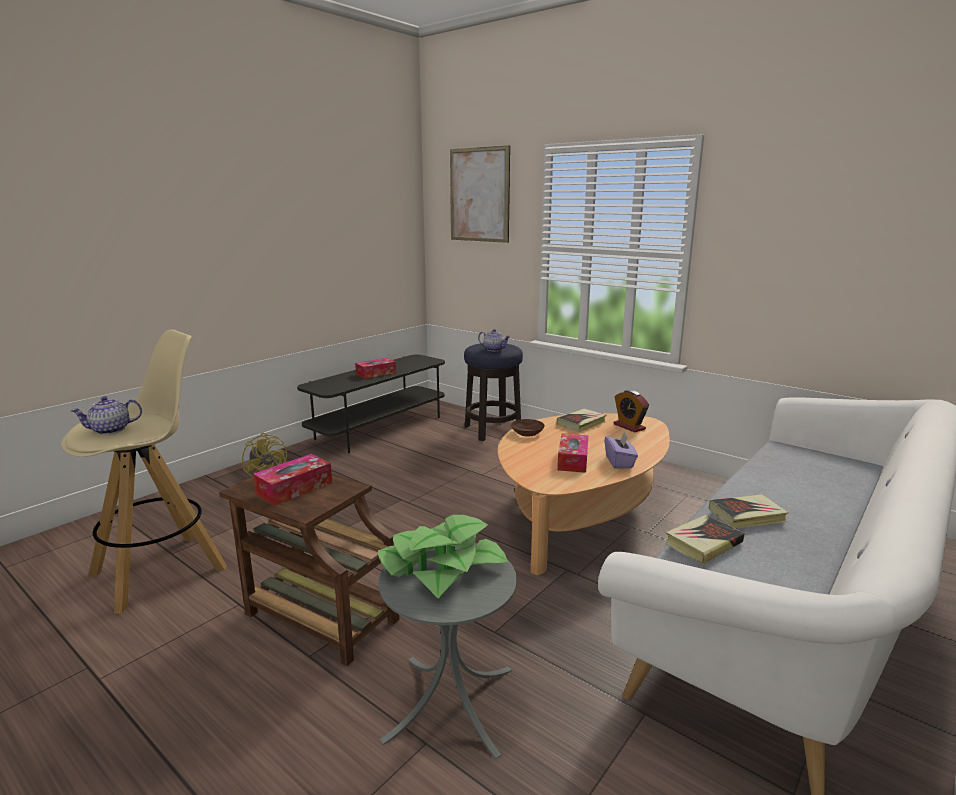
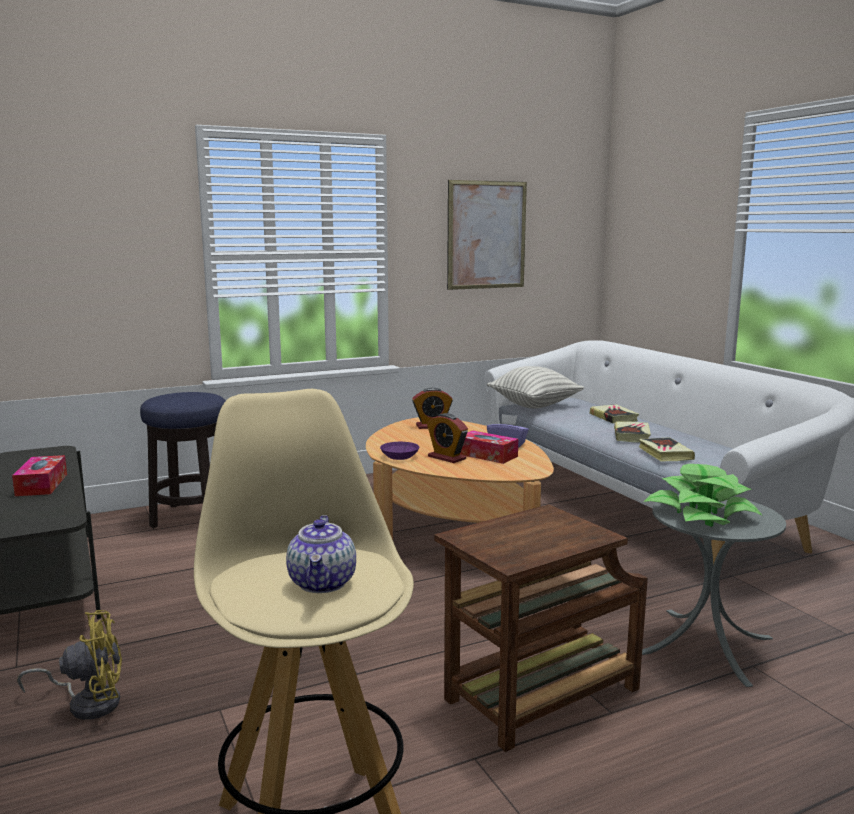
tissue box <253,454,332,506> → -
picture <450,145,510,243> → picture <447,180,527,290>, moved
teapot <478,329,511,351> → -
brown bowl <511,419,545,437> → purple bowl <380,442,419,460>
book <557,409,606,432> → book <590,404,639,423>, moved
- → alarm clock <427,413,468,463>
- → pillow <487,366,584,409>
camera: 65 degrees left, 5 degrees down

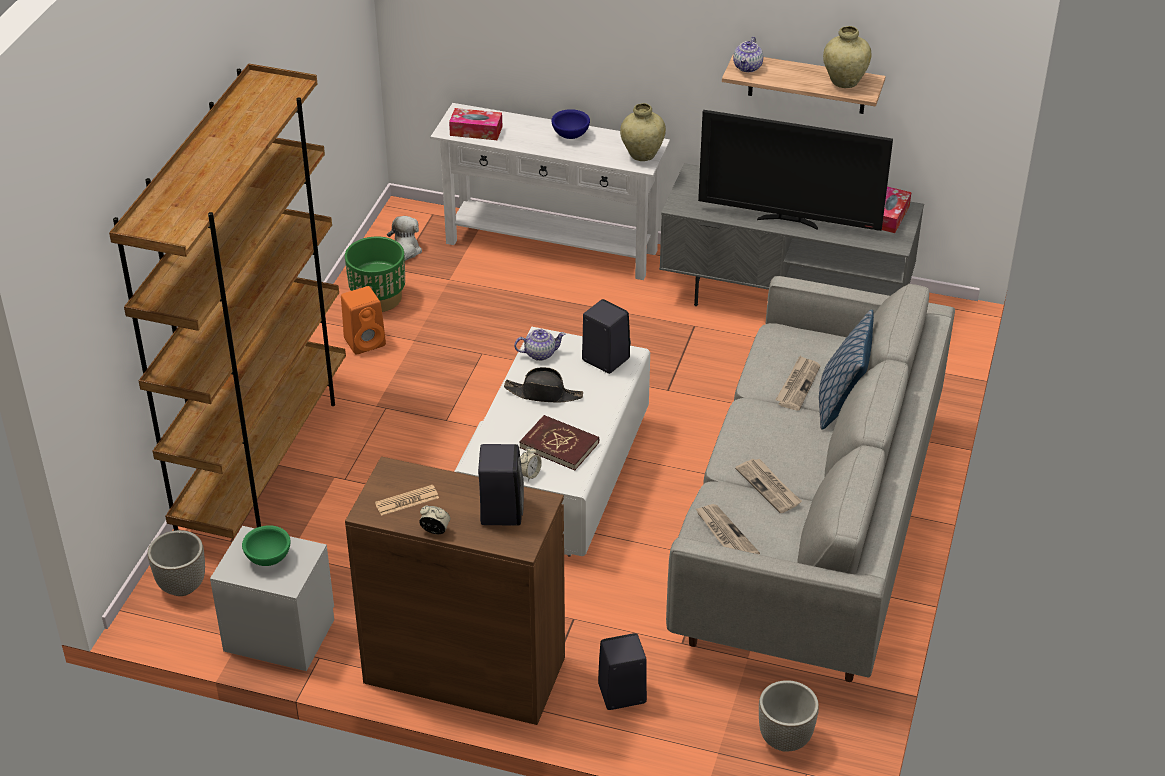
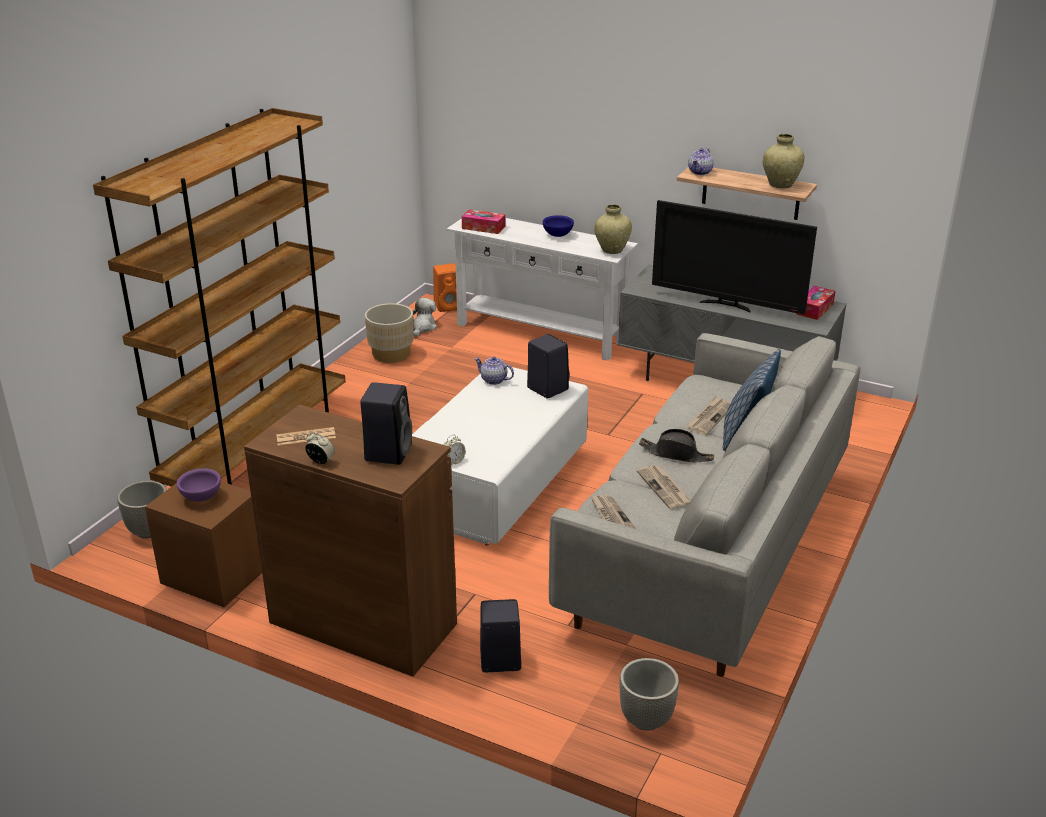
grey nightstand <210,526,334,671> → brown nightstand <145,482,262,607>
green bowl <242,525,290,566> → purple bowl <176,468,221,502>
orange speaker <341,286,386,355> → orange speaker <433,263,457,312>, moved
green planter <345,237,405,312> → beige planter <365,303,414,363>
black hat <504,367,583,403> → black hat <639,429,714,462>, moved
teapot <514,329,566,361> → teapot <474,356,514,385>, 150 degrees counterclockwise
red book <519,415,599,470> → -
camera: 10 degrees right, 10 degrees down

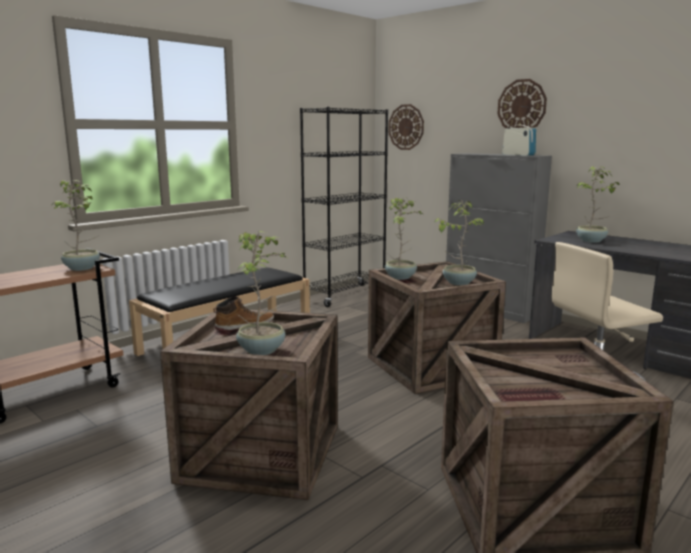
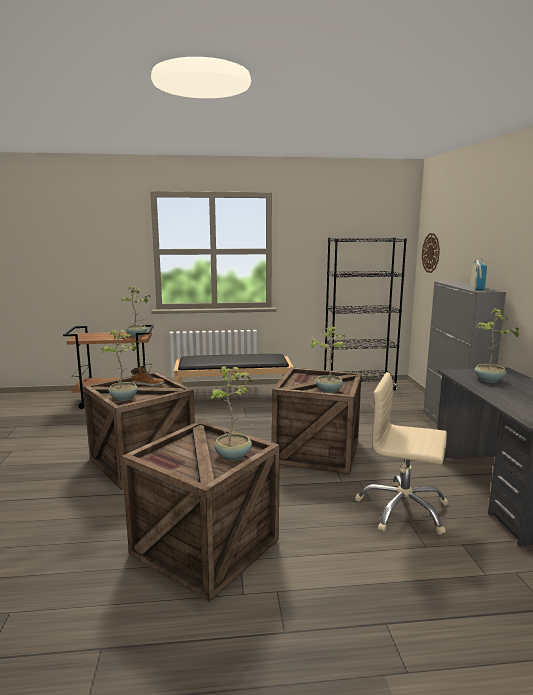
potted plant <385,197,423,280> → potted plant <208,366,253,461>, moved
wall clock <497,79,547,128> → -
camera: 40 degrees right, 0 degrees up

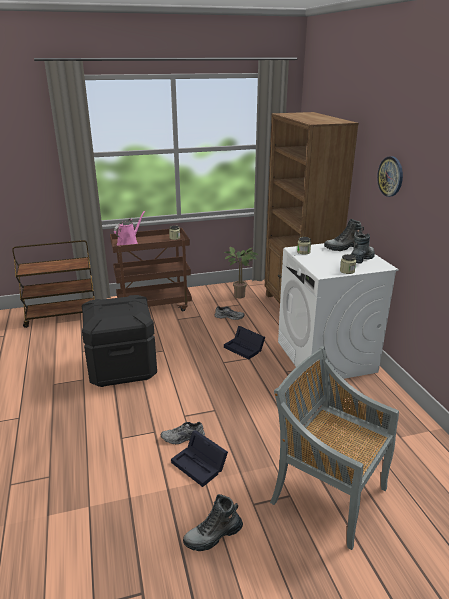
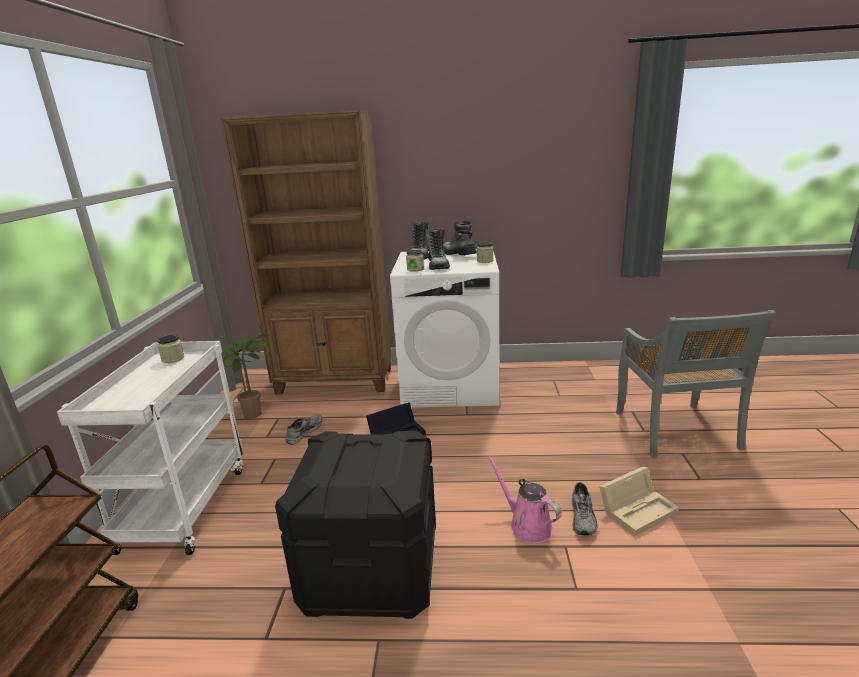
brown cart <110,228,192,311> → white cart <57,341,243,555>
pink watering can <114,211,145,246> → pink watering can <487,456,562,544>, moved
black storage box <171,430,228,487> → beige storage box <599,467,679,536>
boot <183,494,243,551> → boot <425,228,450,270>, moved
grey chair <270,346,399,550> → grey chair <616,310,776,458>, 60 degrees counterclockwise
wall clock <377,156,403,197> → -
camera: 70 degrees left, 5 degrees down

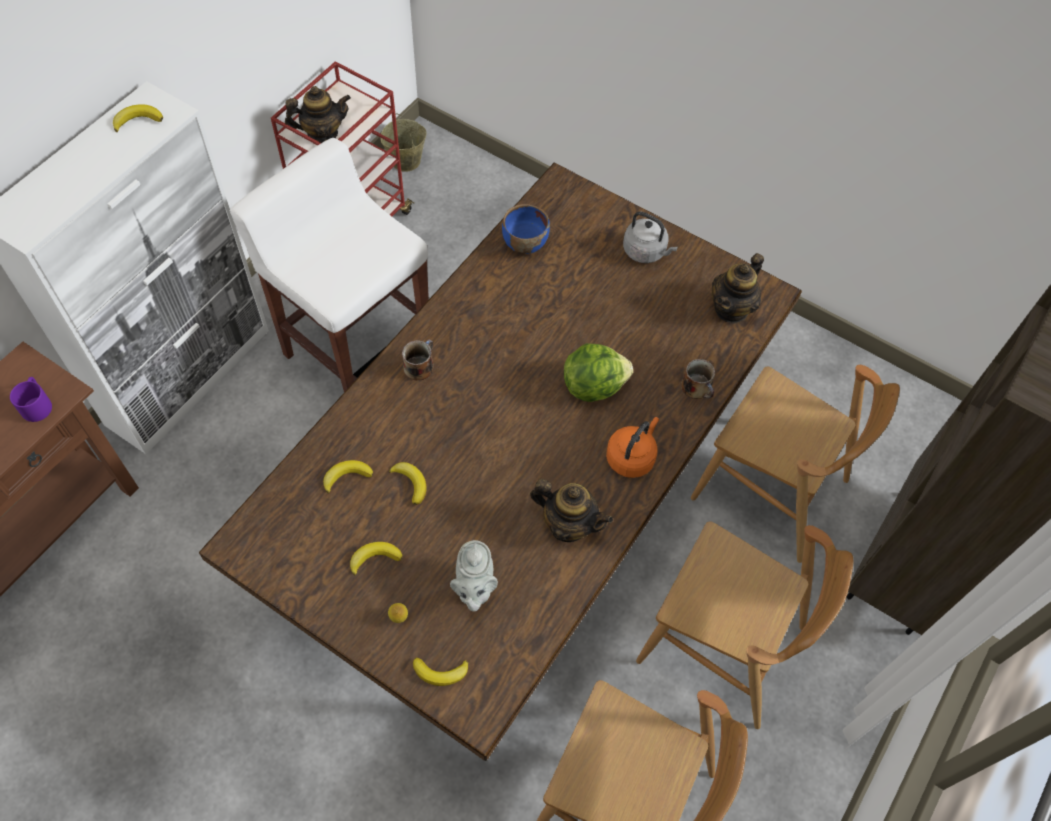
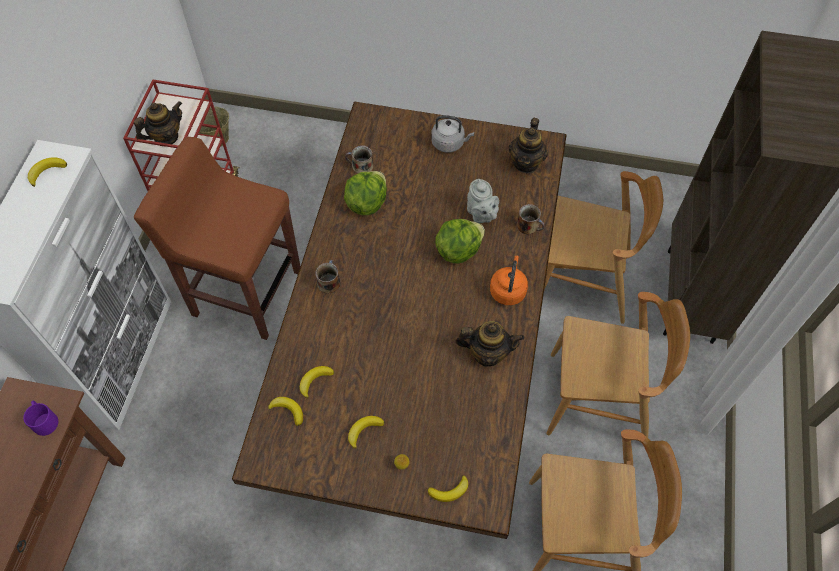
white stool <230,138,429,392> → brown stool <134,137,301,340>
banana <389,462,427,505> → banana <268,397,303,426>, moved
grey teapot <450,540,498,612> → grey teapot <467,179,499,223>, moved
blue bowl <502,204,550,254> → mug <345,145,373,174>
- → lettuce <344,171,387,215>
camera: 20 degrees left, 0 degrees up

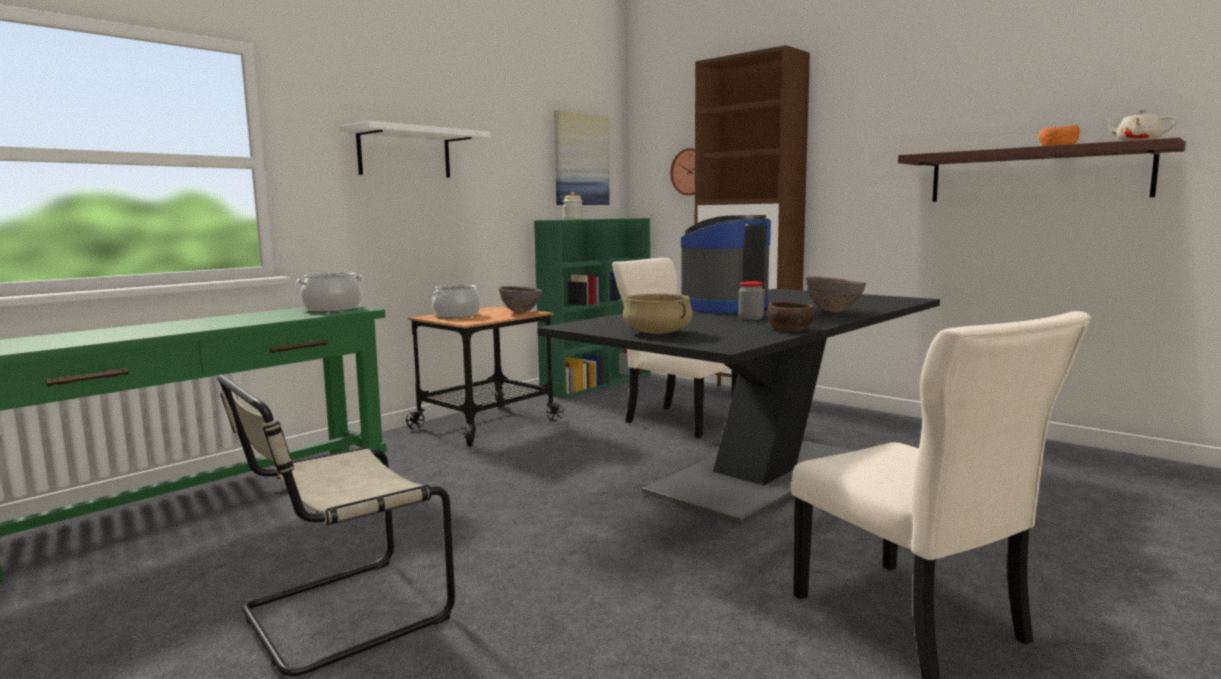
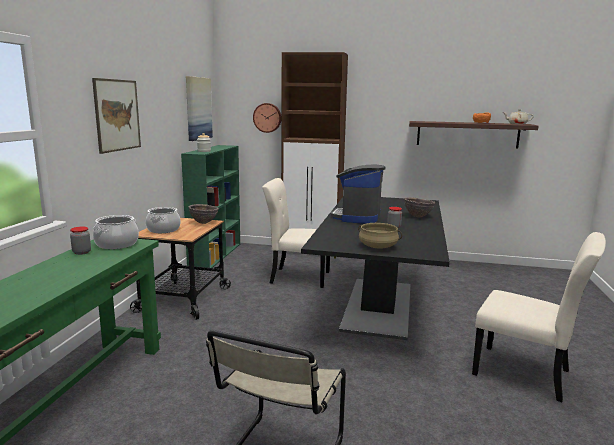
white shelf <339,121,491,178> → picture <92,78,141,154>
brown bowl <767,301,815,331> → -
- → jar <70,227,91,255>
camera: 30 degrees left, 5 degrees up

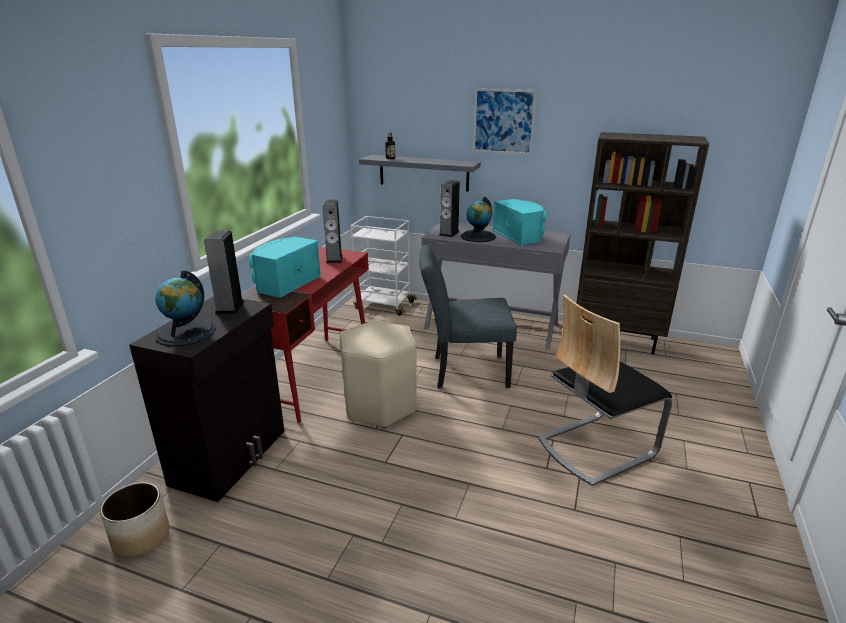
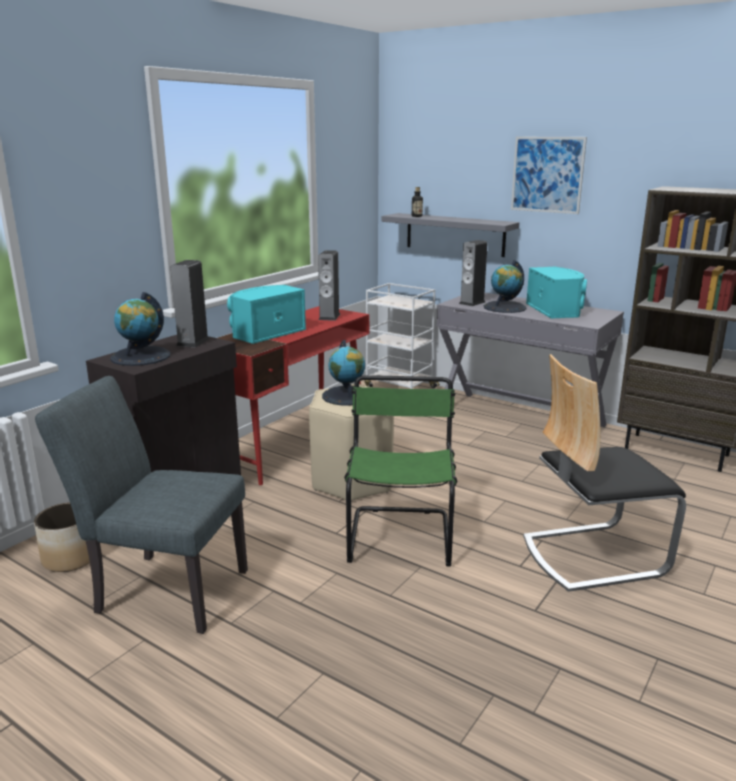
grey chair <419,245,517,388> → grey chair <35,376,248,634>, moved
- → globe <322,340,365,406>
- → green chair <344,375,457,567>
camera: 15 degrees right, 5 degrees down

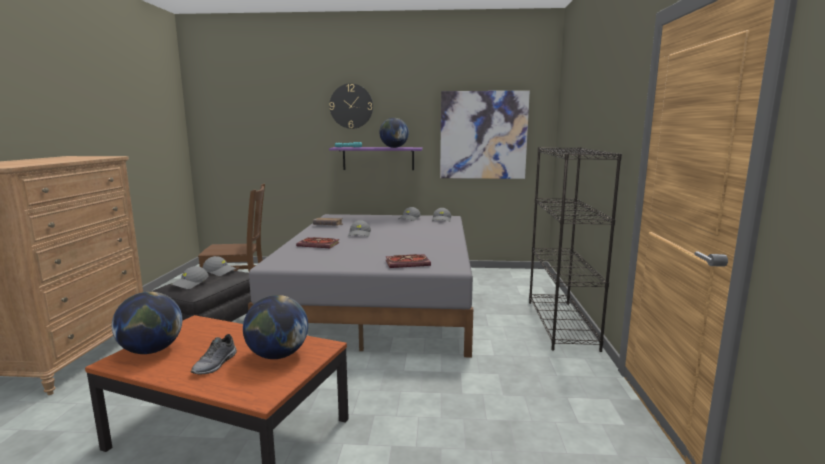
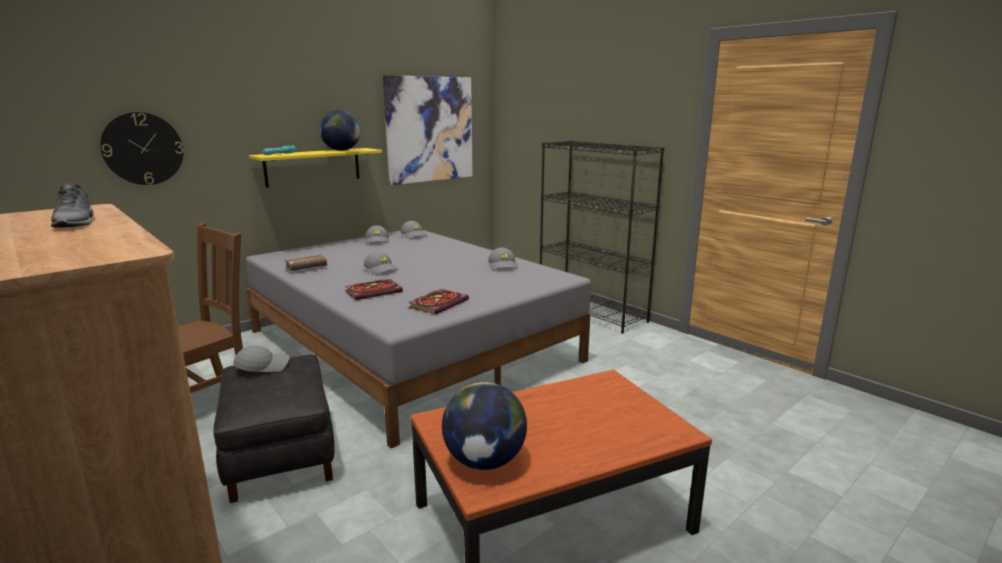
grey cap <171,266,209,289> → grey cap <488,248,518,270>, moved
grey shoe <191,334,237,374> → grey shoe <51,183,94,228>, moved
globe <243,295,308,359> → -
wall clock <329,83,373,129> → wall clock <100,112,183,185>, moved
purple shelf <329,147,423,170> → yellow shelf <249,148,382,188>
book <386,254,431,268> → book <408,289,469,314>, moved
camera: 45 degrees left, 5 degrees up

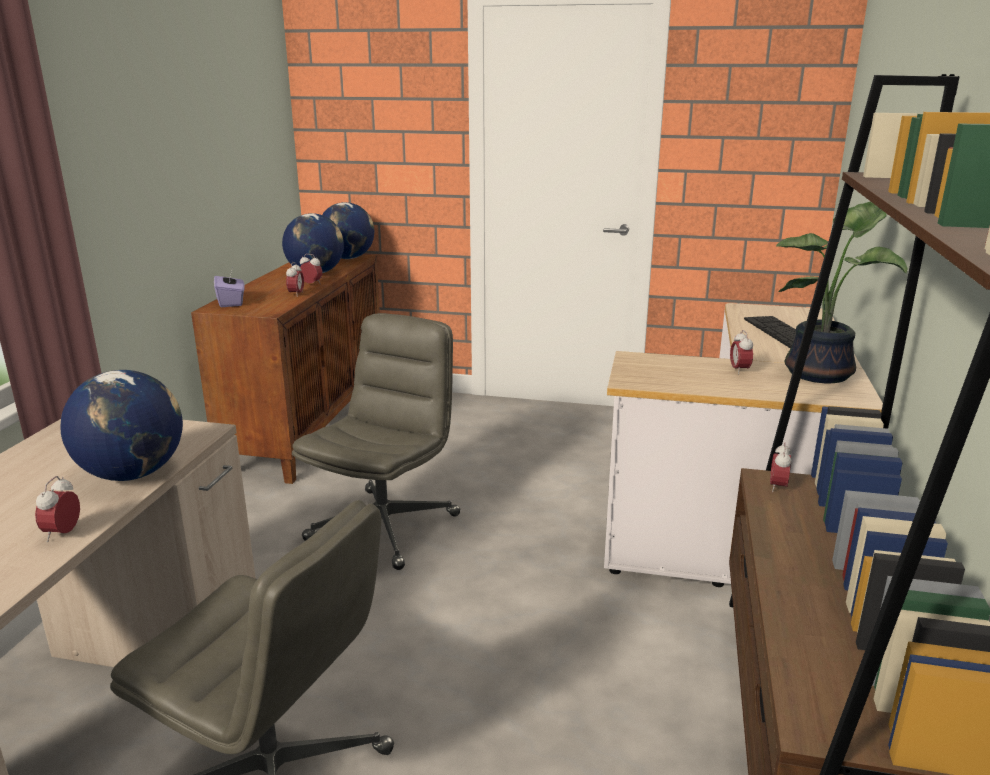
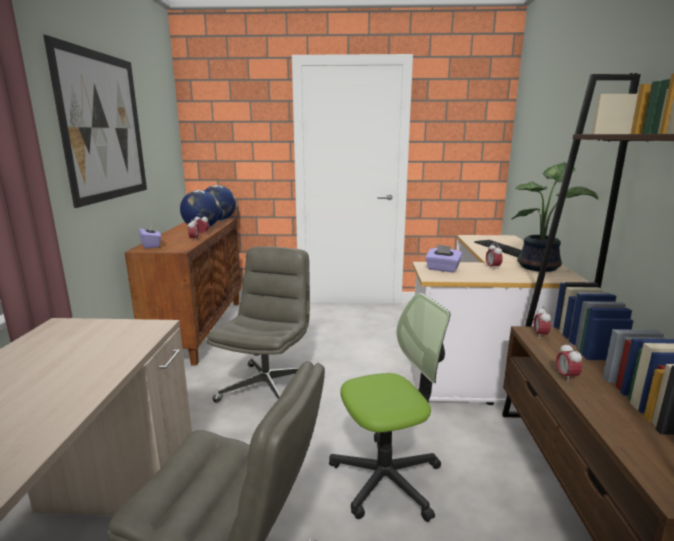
alarm clock <35,476,80,542> → alarm clock <556,342,582,380>, moved
globe <61,370,183,481> → -
- → picture <43,35,147,208>
- → office chair <329,293,450,522>
- → purple tissue box <425,245,462,272>
camera: 10 degrees left, 5 degrees down

